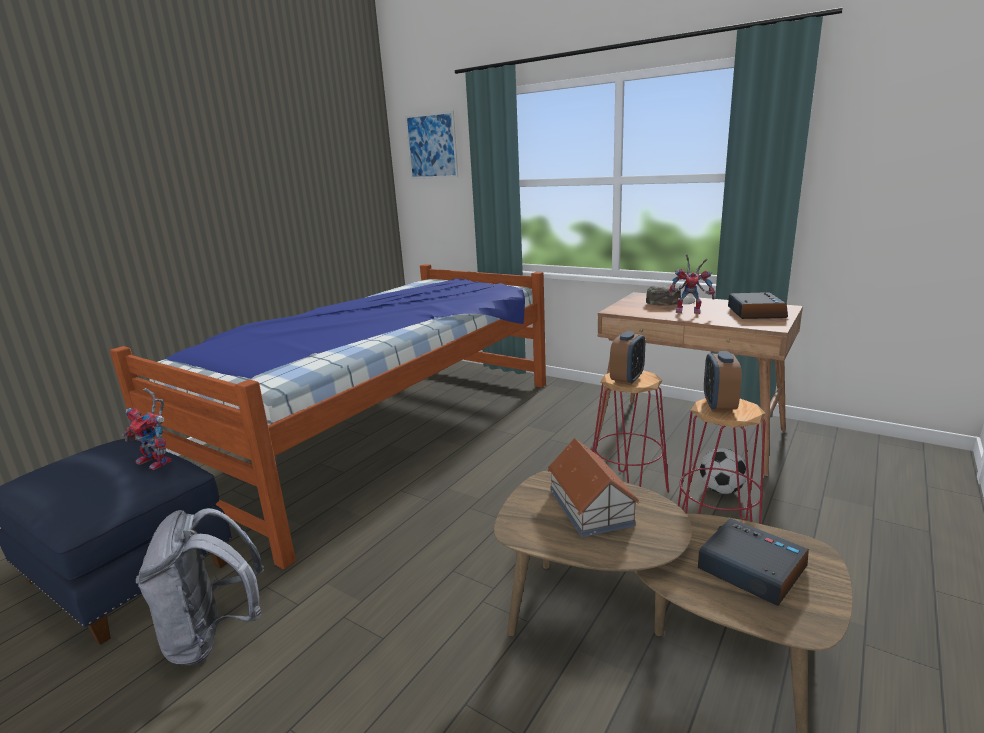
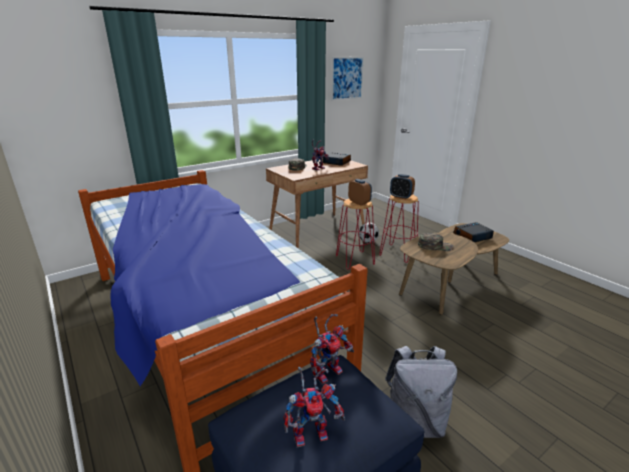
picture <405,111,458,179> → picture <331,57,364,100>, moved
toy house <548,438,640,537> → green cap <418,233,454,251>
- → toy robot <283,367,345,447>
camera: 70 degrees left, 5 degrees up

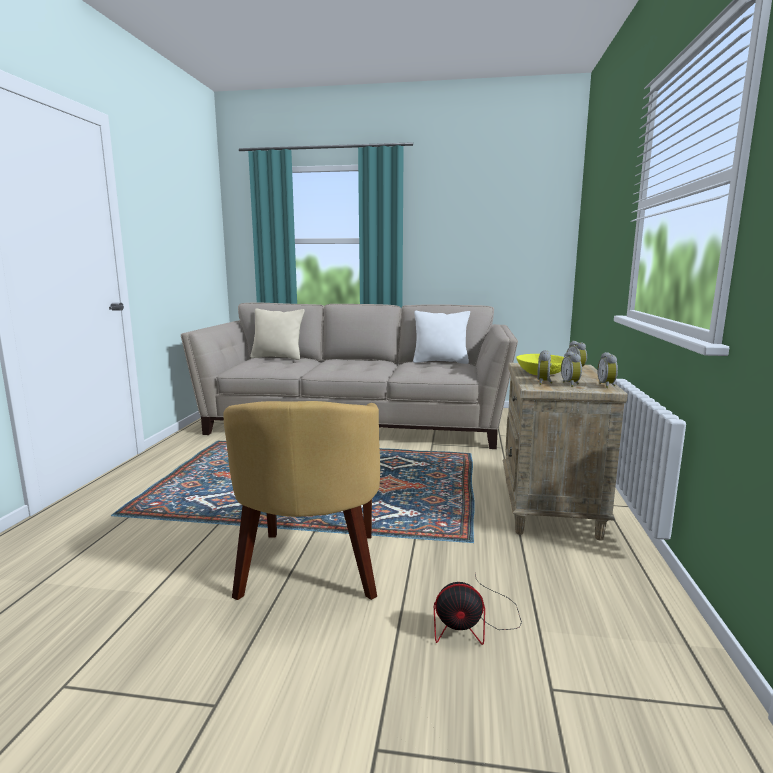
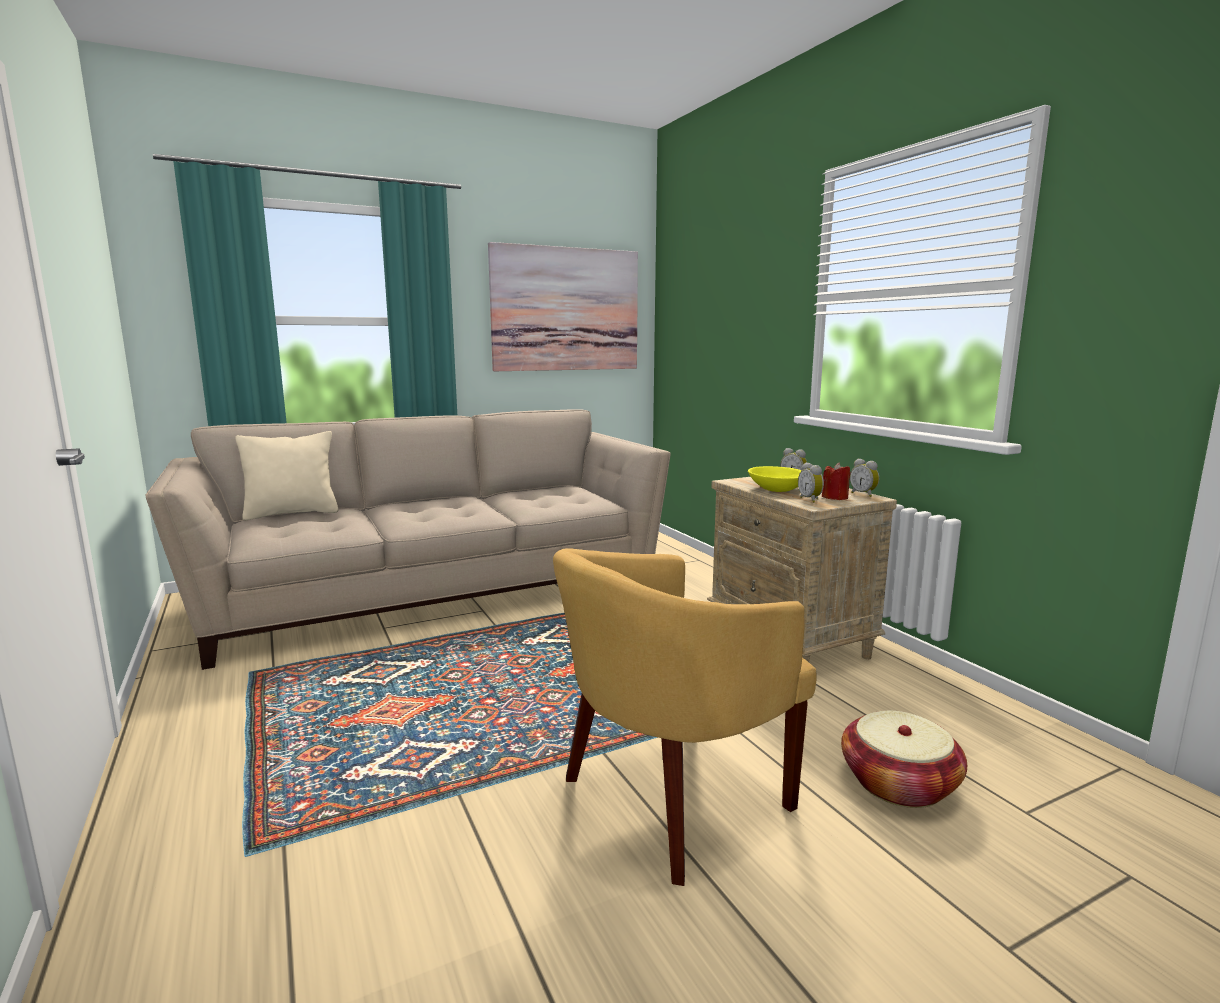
yellow armchair <223,401,380,600> → yellow armchair <553,548,817,886>, 90 degrees clockwise
white pillow <413,311,470,364> → -
fan <434,574,522,645> → basket <841,711,967,808>
alarm clock <561,351,582,387> → red candle <822,462,850,500>
- → picture <488,242,638,371>
camera: 35 degrees left, 0 degrees up

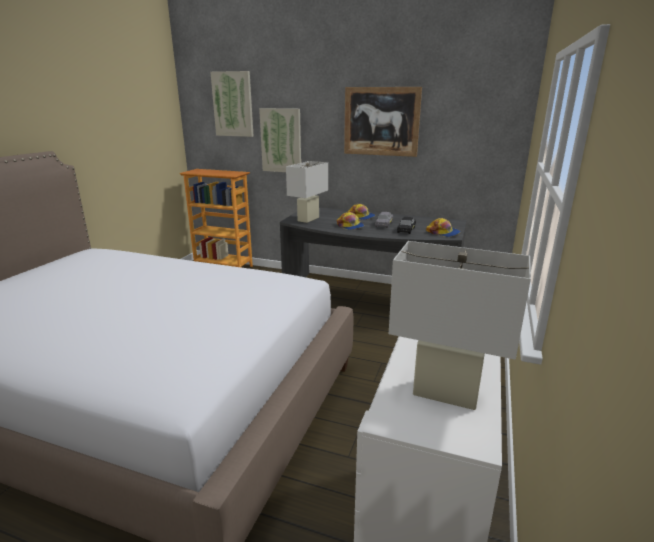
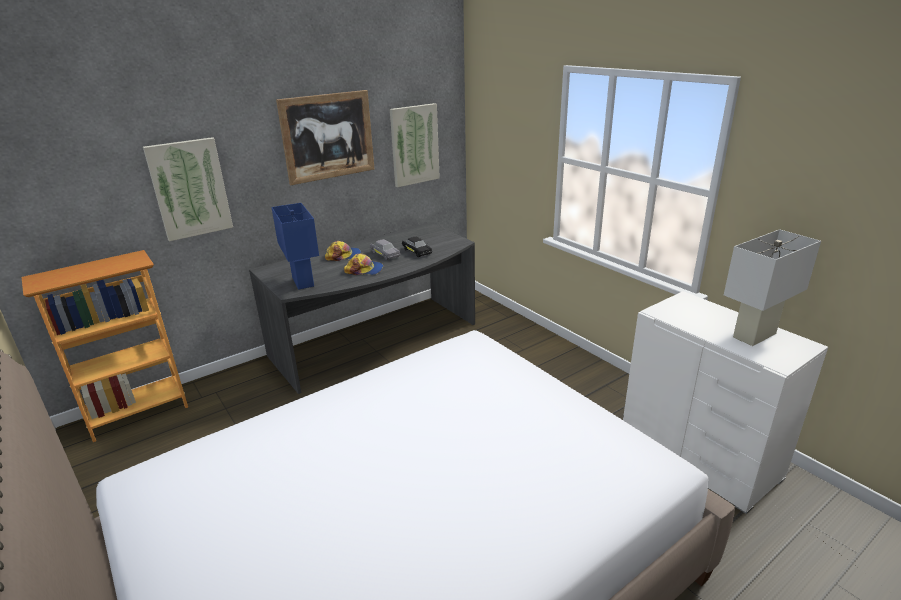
picture <210,71,254,137> → picture <390,103,440,187>, moved
white table lamp <286,161,328,223> → blue table lamp <271,203,319,289>
cap <426,218,460,237> → -
camera: 55 degrees left, 5 degrees up

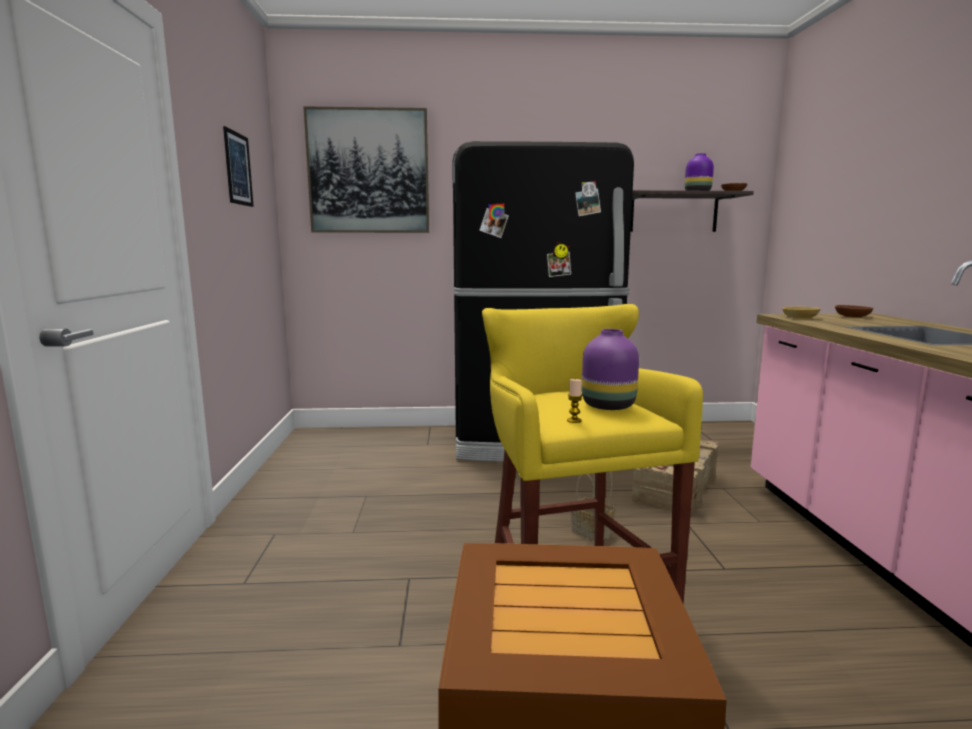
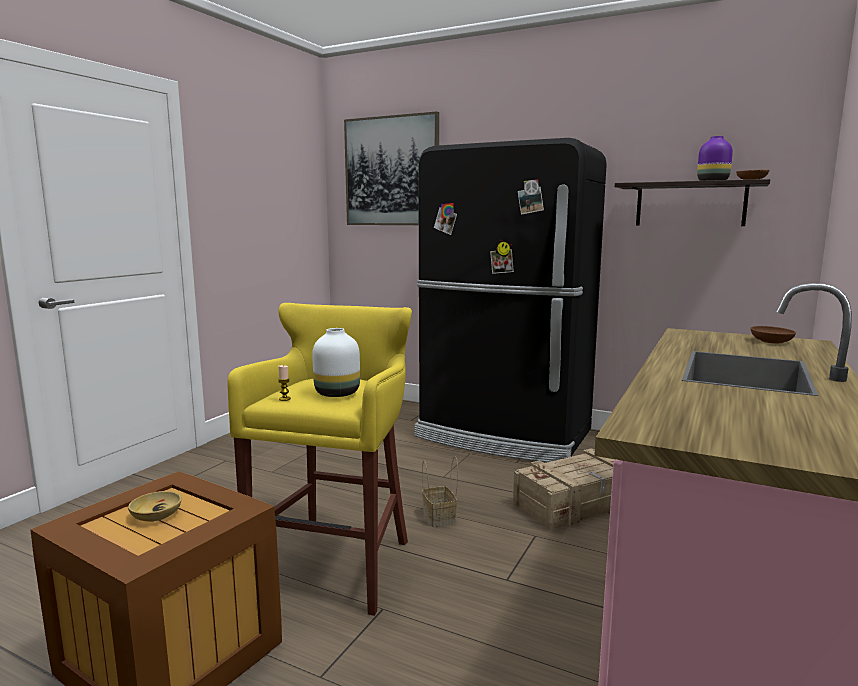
picture <223,126,254,207> → -
purple vase <582,329,639,410> → white vase <312,328,360,397>
beige bowl <782,306,820,319> → beige bowl <128,491,182,522>, moved
camera: 30 degrees right, 0 degrees up

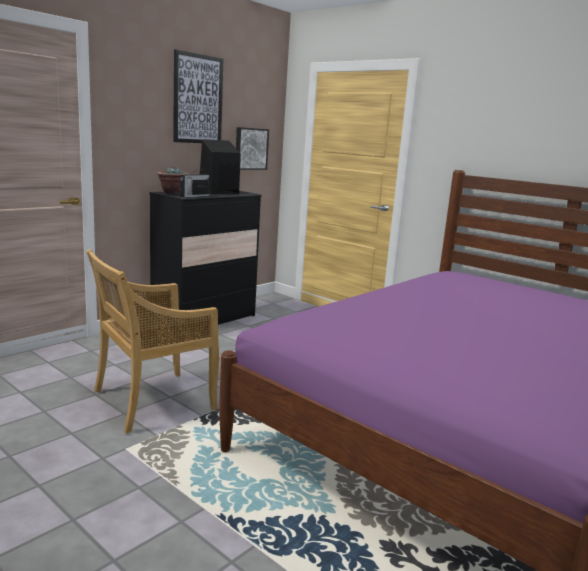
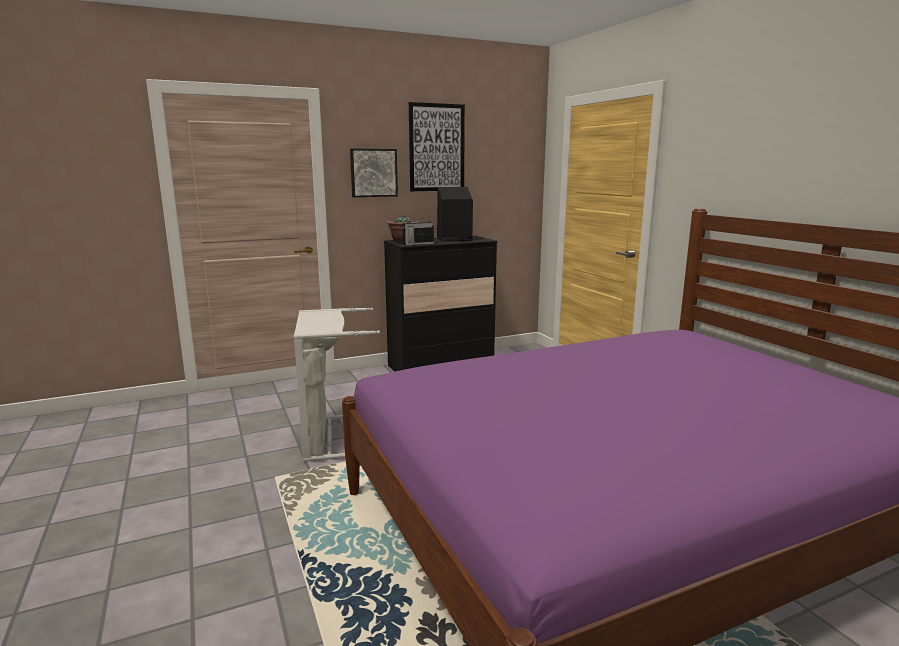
beige chair <86,249,219,434> → grey laundry basket <294,308,380,462>
picture <236,127,269,170> → picture <350,149,398,197>, moved
camera: 25 degrees right, 0 degrees up

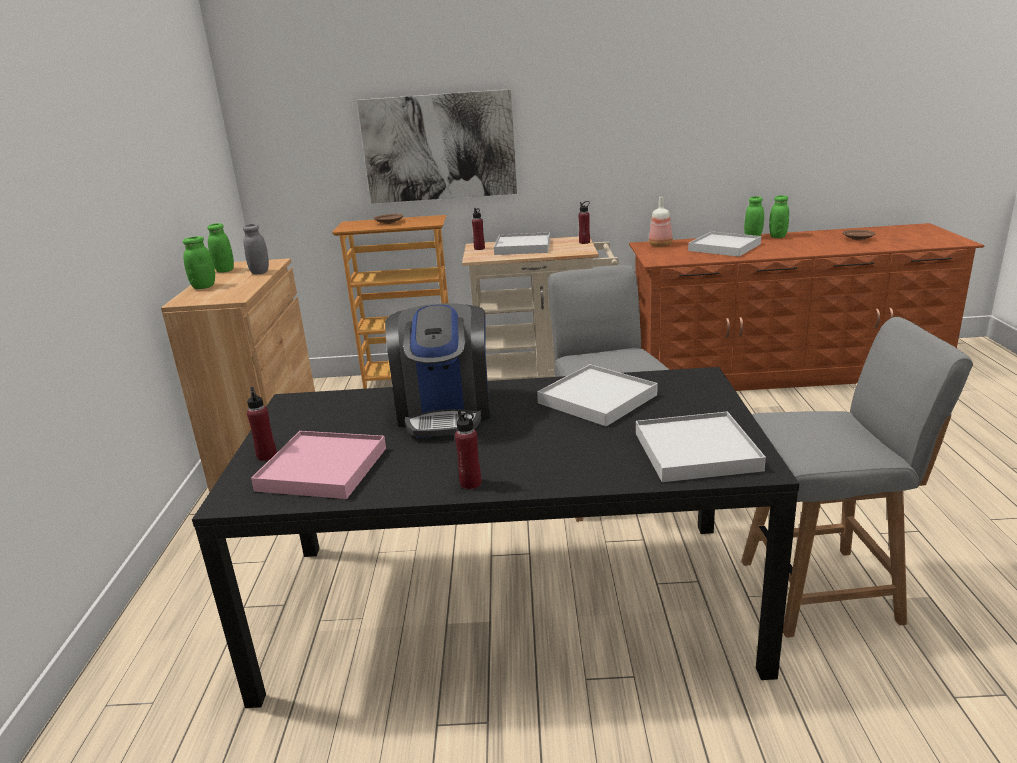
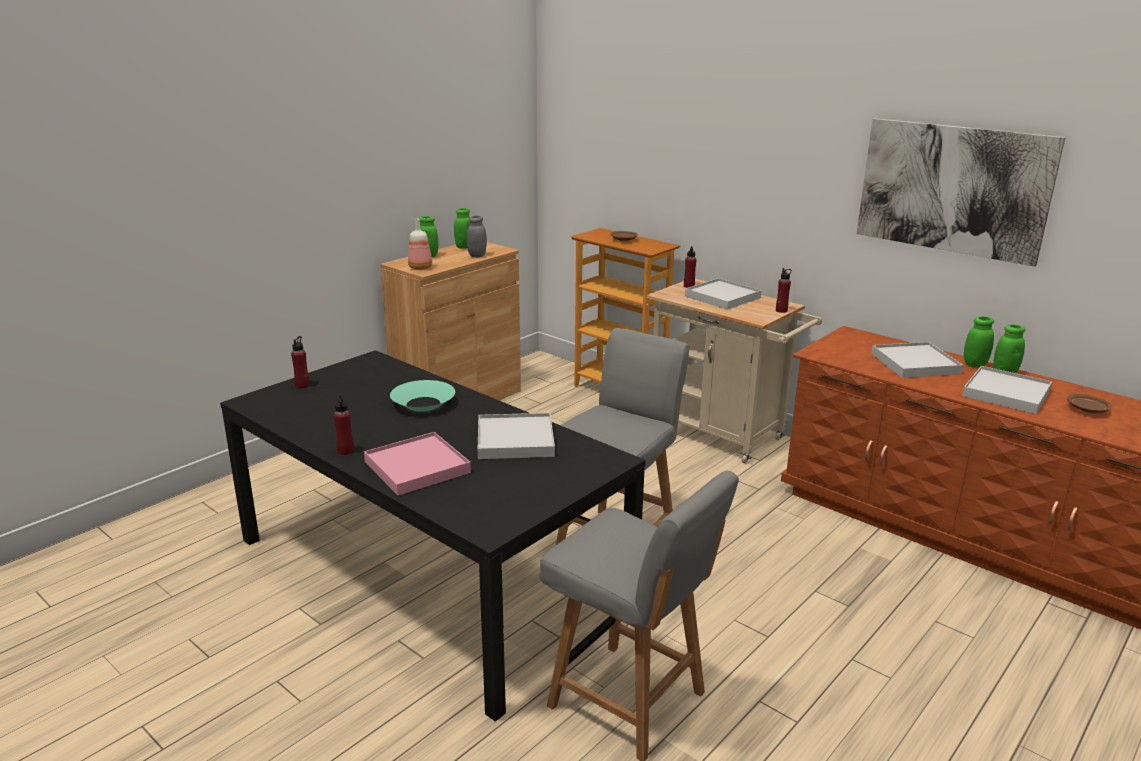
pink tray <251,431,386,499> → pink tray <364,432,471,495>, moved
picture <357,89,517,203> → picture <857,118,1066,267>, moved
coffee machine <385,303,490,438> → turquoise bowl <390,380,455,411>
white tray <636,412,766,482> → white tray <962,366,1052,414>, moved
bottle <649,197,673,247> → bottle <408,219,432,270>, moved
camera: 40 degrees right, 0 degrees up

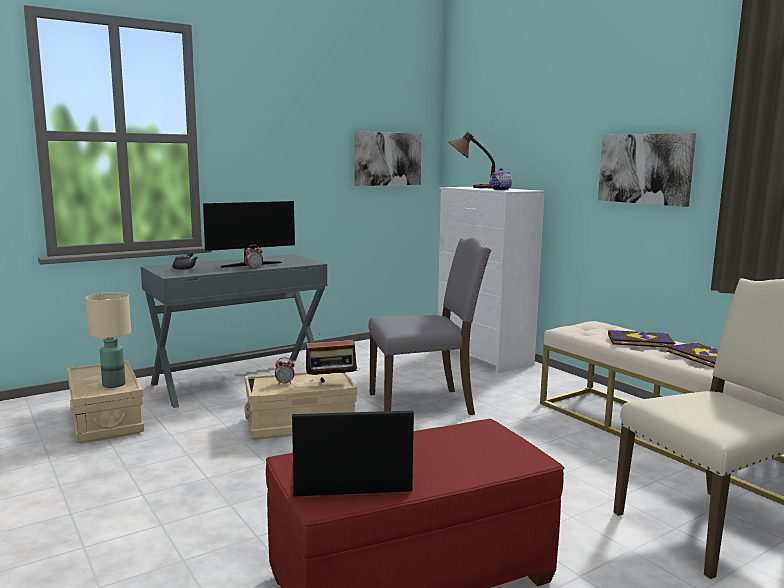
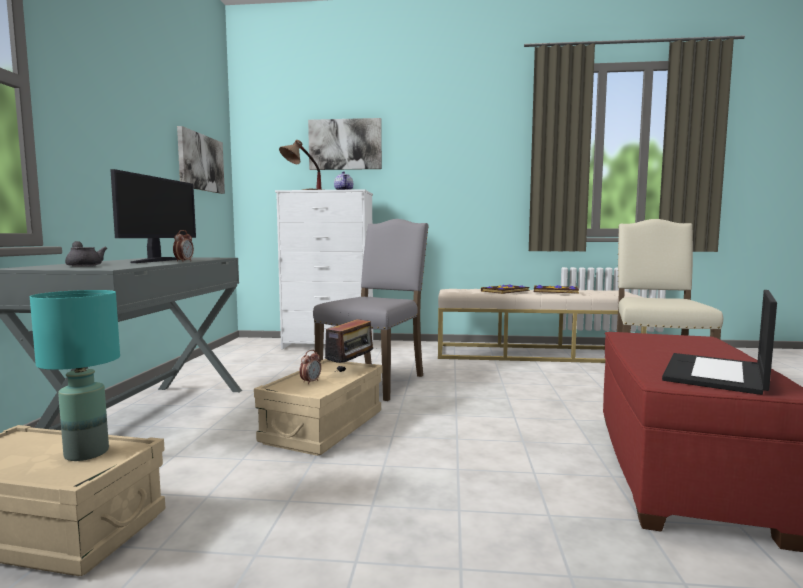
beige table lamp <85,292,131,388> → turquoise table lamp <30,290,120,461>
picture <598,133,696,207> → picture <308,118,382,170>, moved
camera: 50 degrees left, 5 degrees down

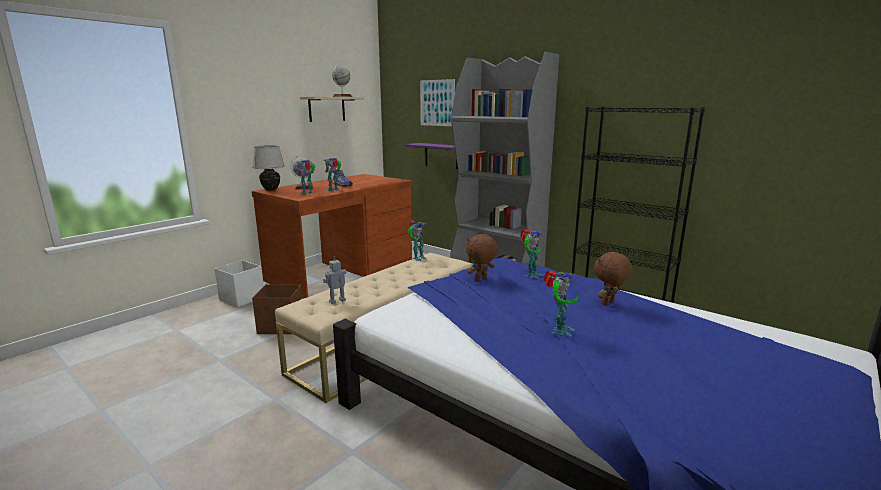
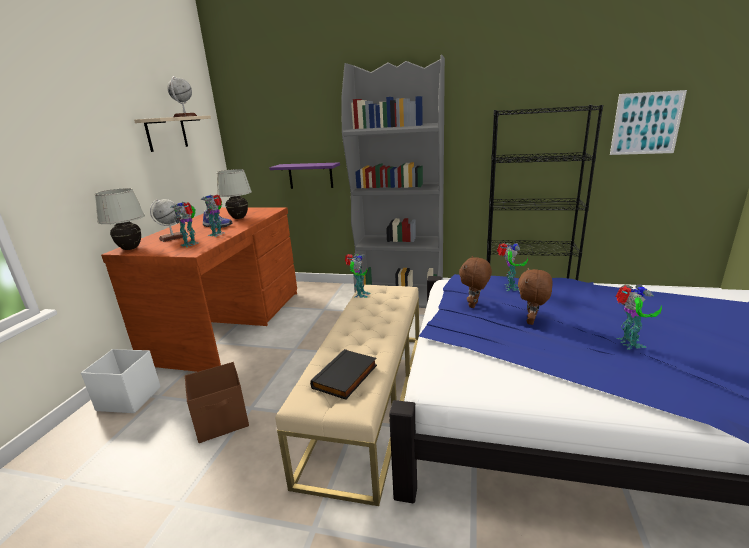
toy robot <323,256,346,304> → black book <310,349,377,400>
picture <420,79,455,126> → picture <610,90,687,155>, moved
brown plush toy <594,251,632,306> → brown plush toy <518,268,553,325>, moved
- → white table lamp <217,169,252,219>
camera: 25 degrees left, 5 degrees up

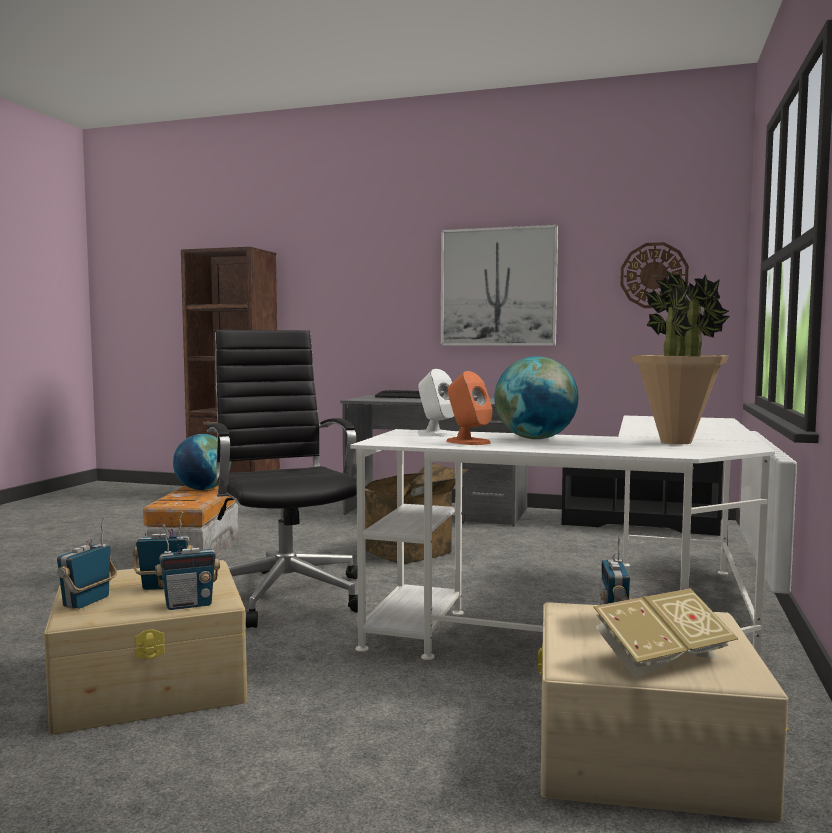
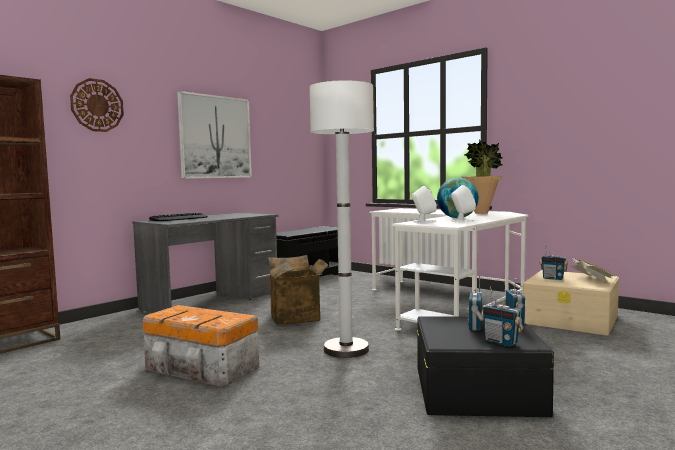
beige storage box <44,560,247,734> → black storage box <417,316,554,417>
globe <173,434,231,490> → -
black office chair <207,330,358,628> → white floor lamp <310,80,374,358>
orange speaker <447,371,493,445> → white speaker <451,185,476,222>
wall clock <620,242,689,308> → wall clock <70,78,124,132>, moved
camera: 65 degrees left, 0 degrees up

